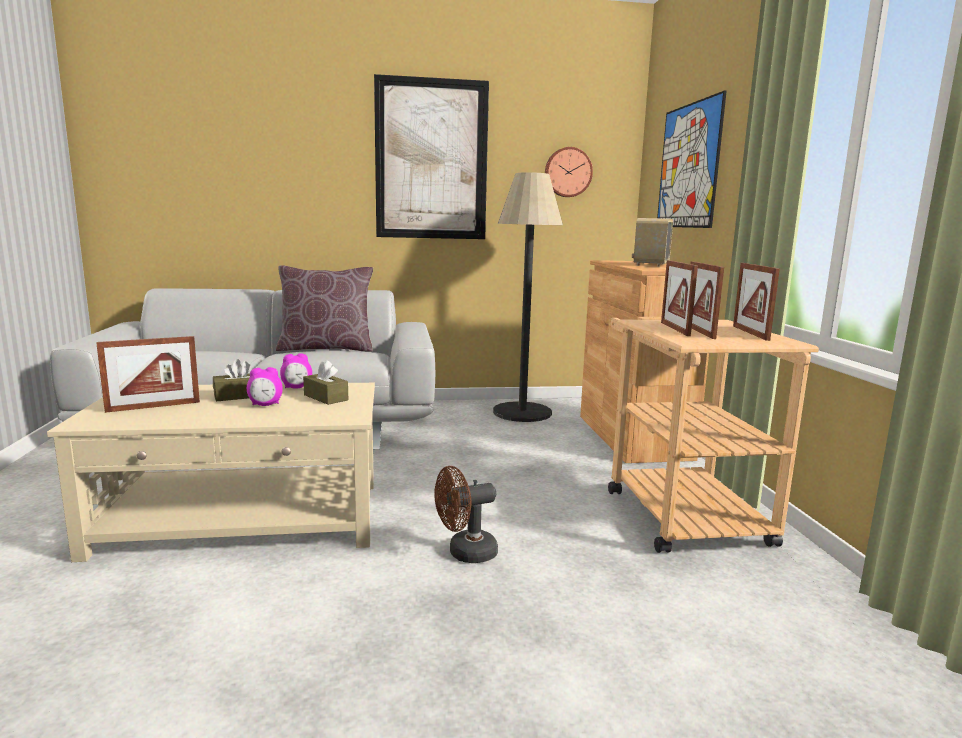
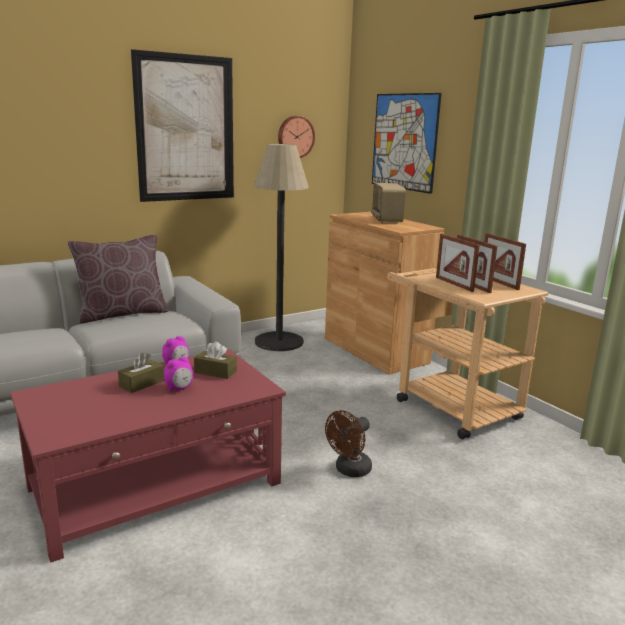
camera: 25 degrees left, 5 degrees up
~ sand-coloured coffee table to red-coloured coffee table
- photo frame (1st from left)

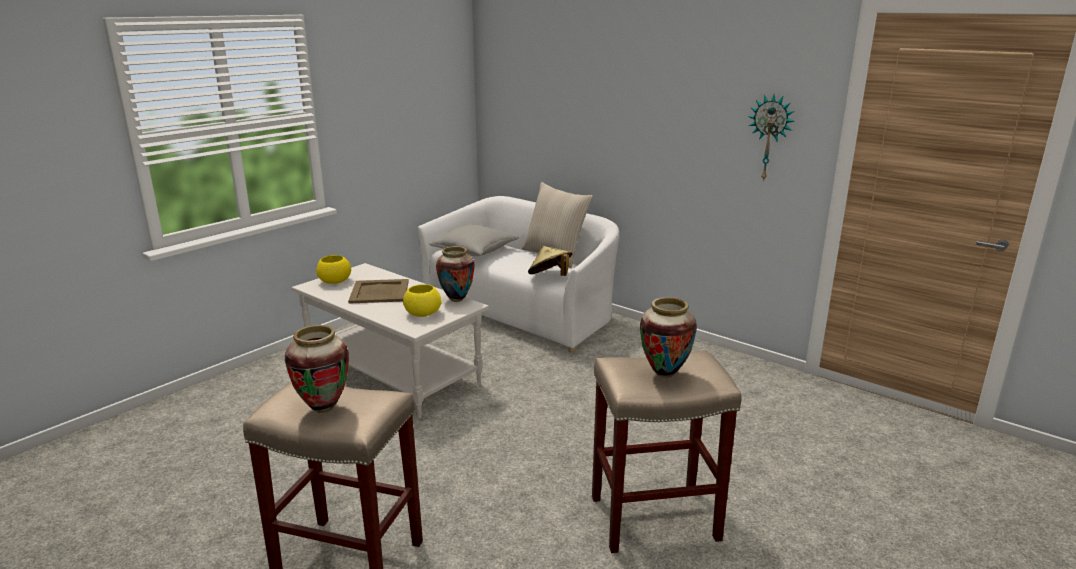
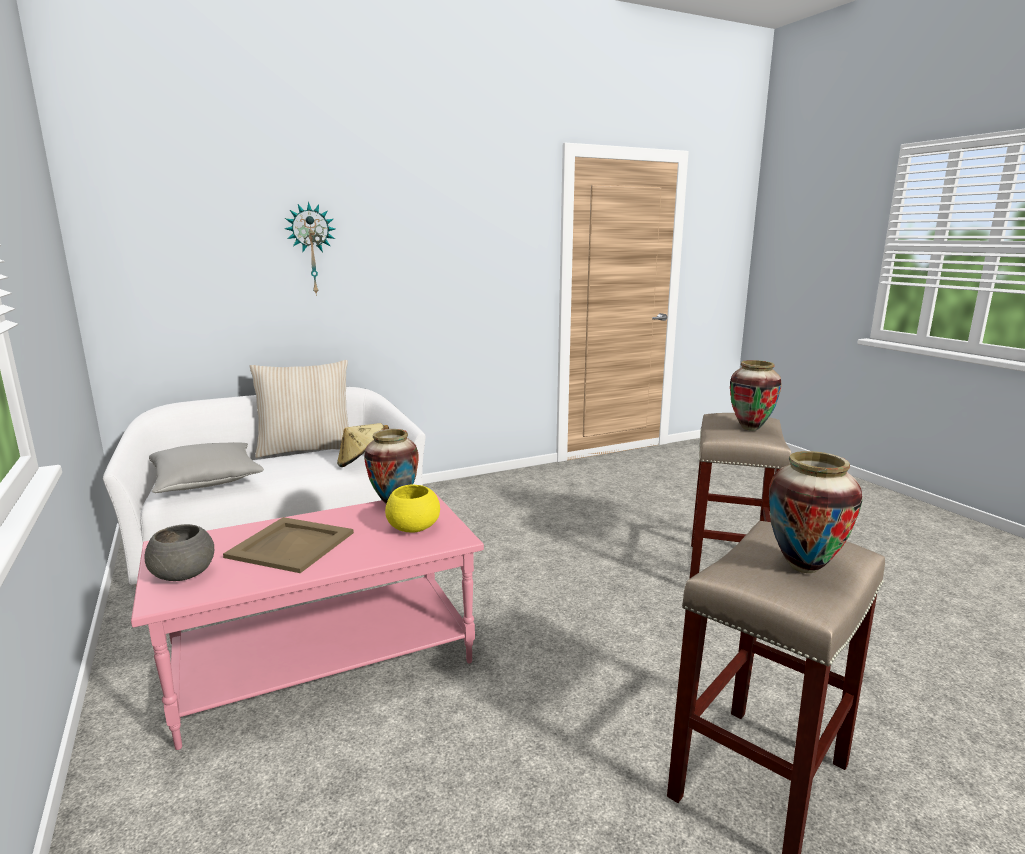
camera: 65 degrees left, 5 degrees down
~ white-coloured coffee table to pink-coloured coffee table
~ yellow serving bowl (1st from left) to greyish serving bowl
~ clock on the wall

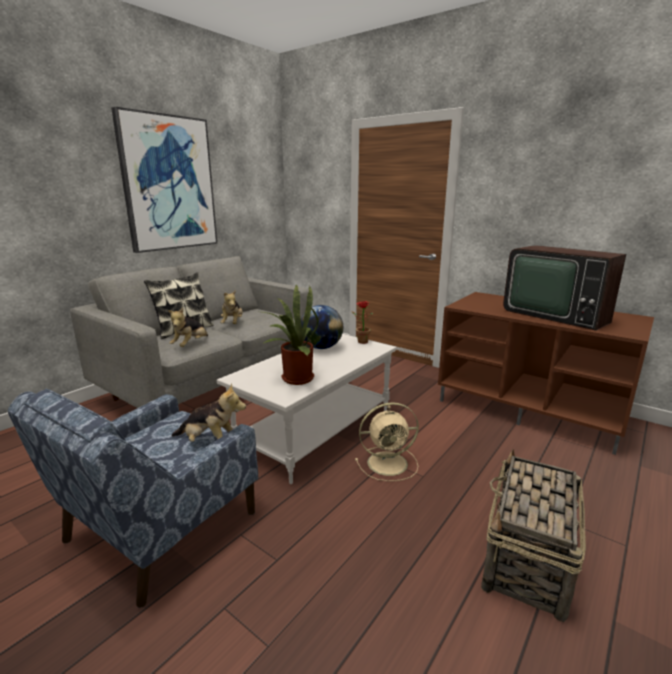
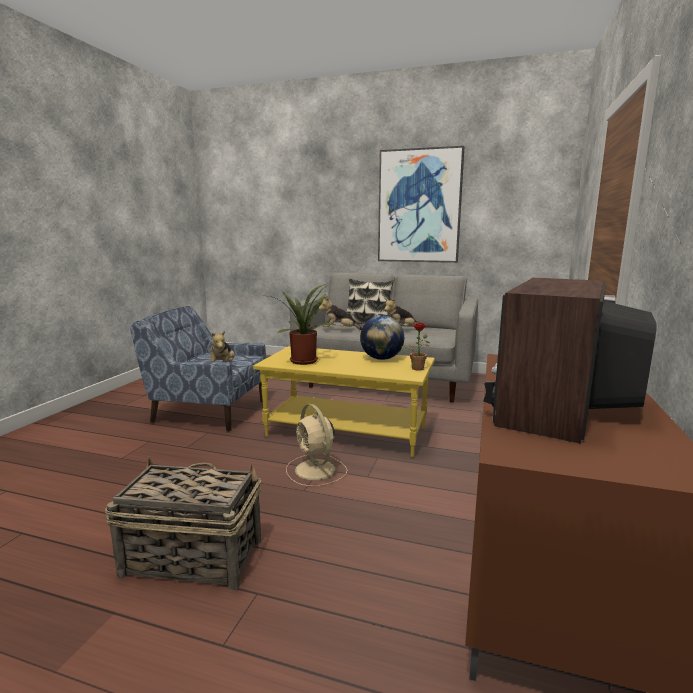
camera: 70 degrees right, 5 degrees down
~ white-coloured coffee table to yellow coffee table

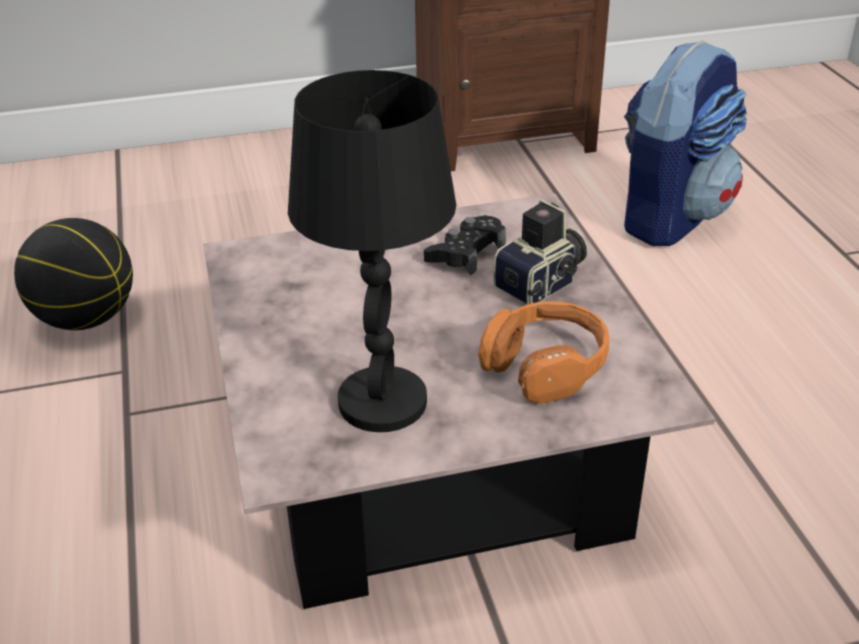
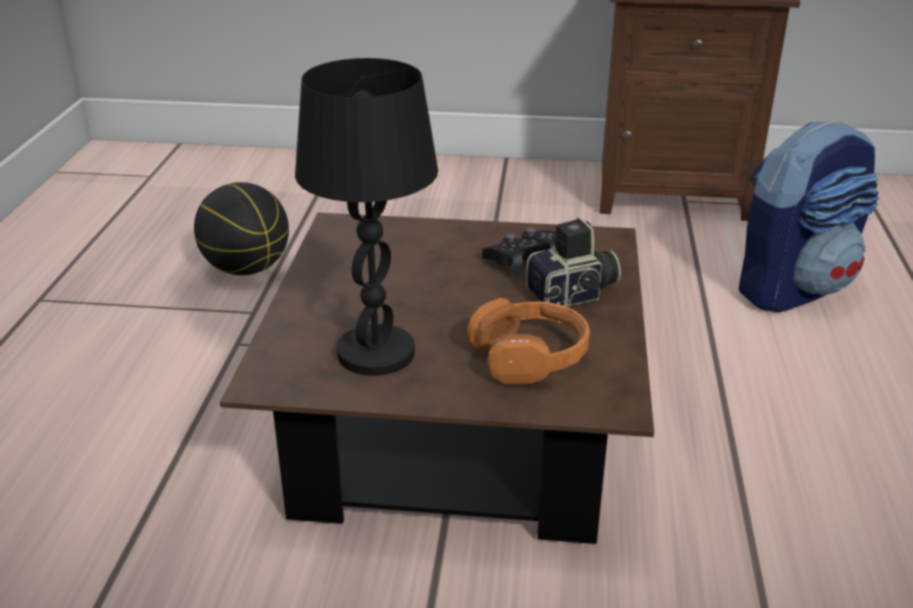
camera: 20 degrees right, 5 degrees down
~ pink-coloured coffee table to brown coffee table

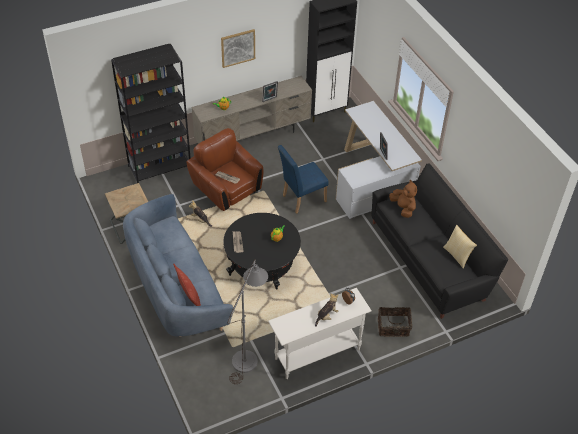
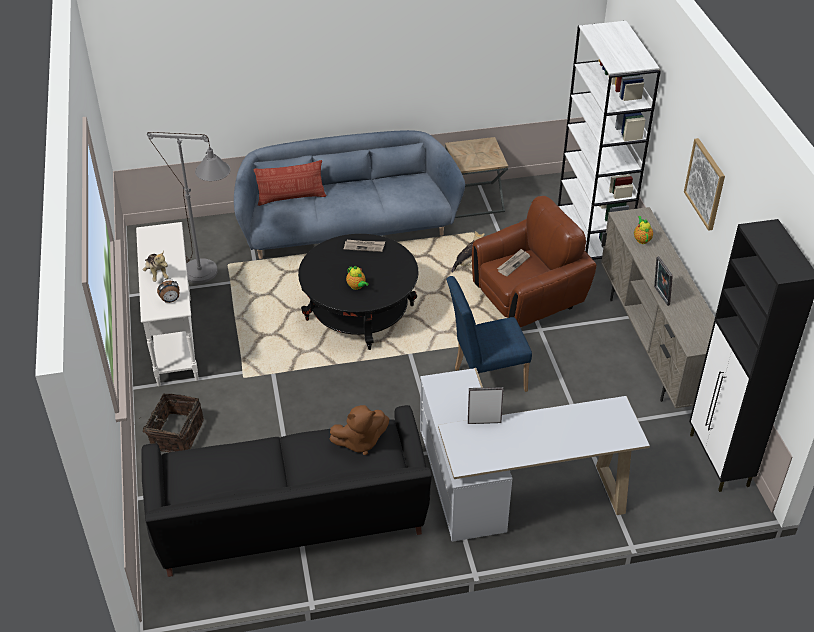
camera: 105 degrees right, 5 degrees down
~ black-coloured bookcase to white-coloured bookcase
~ blue-coloured upright chair 90 degrees counterclockwise
- throw pillow (2nd from left)

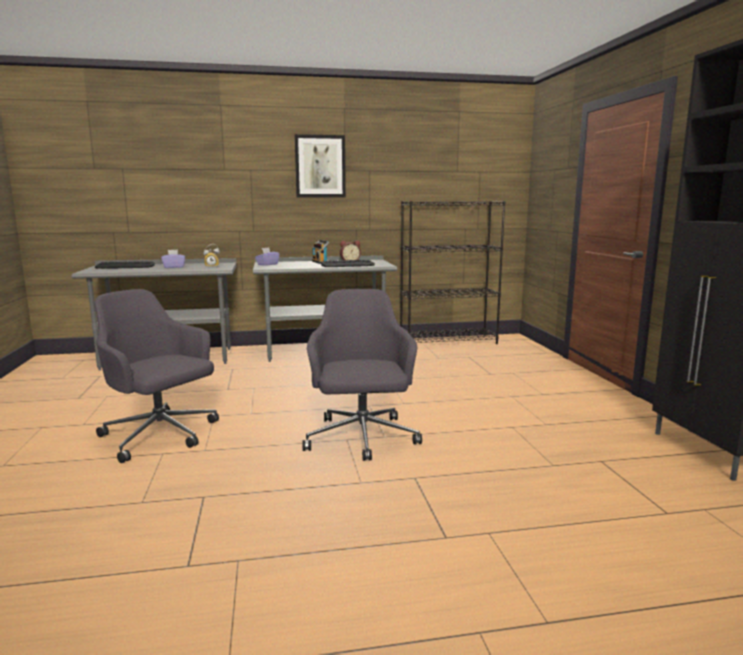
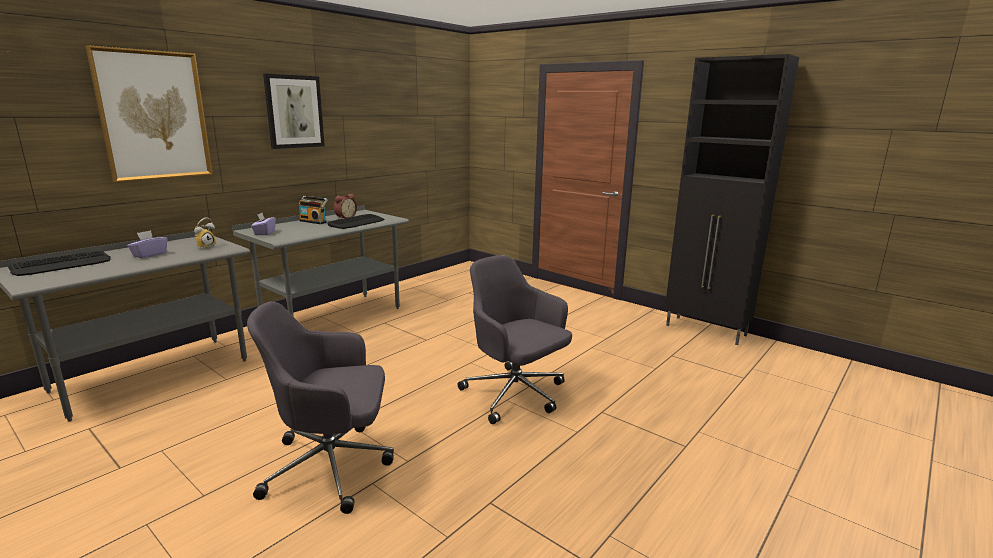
camera: 40 degrees left, 5 degrees up
- black-coloured bookcase
+ wall picture (1st from left)

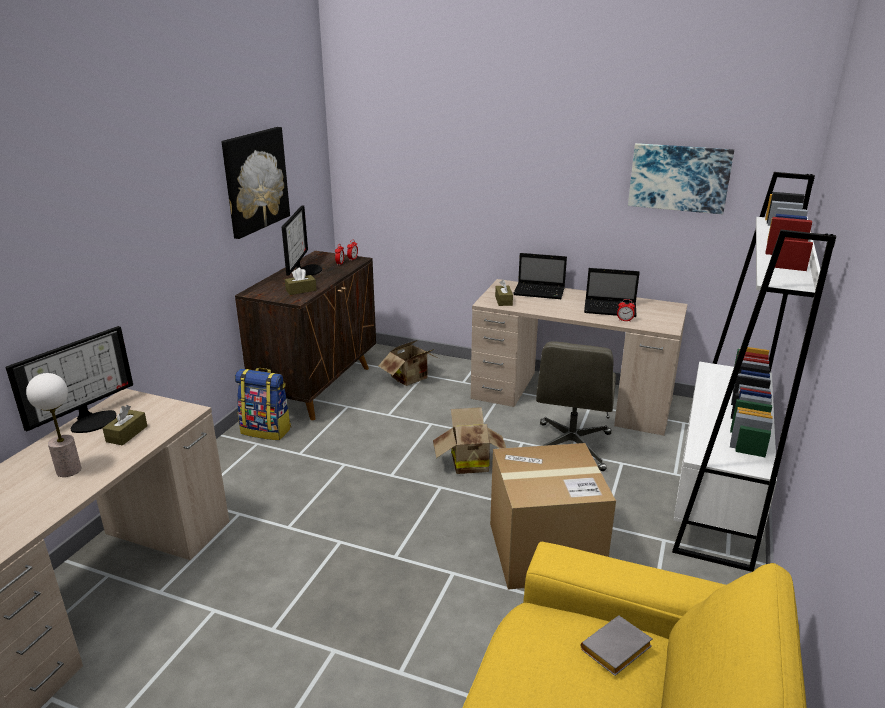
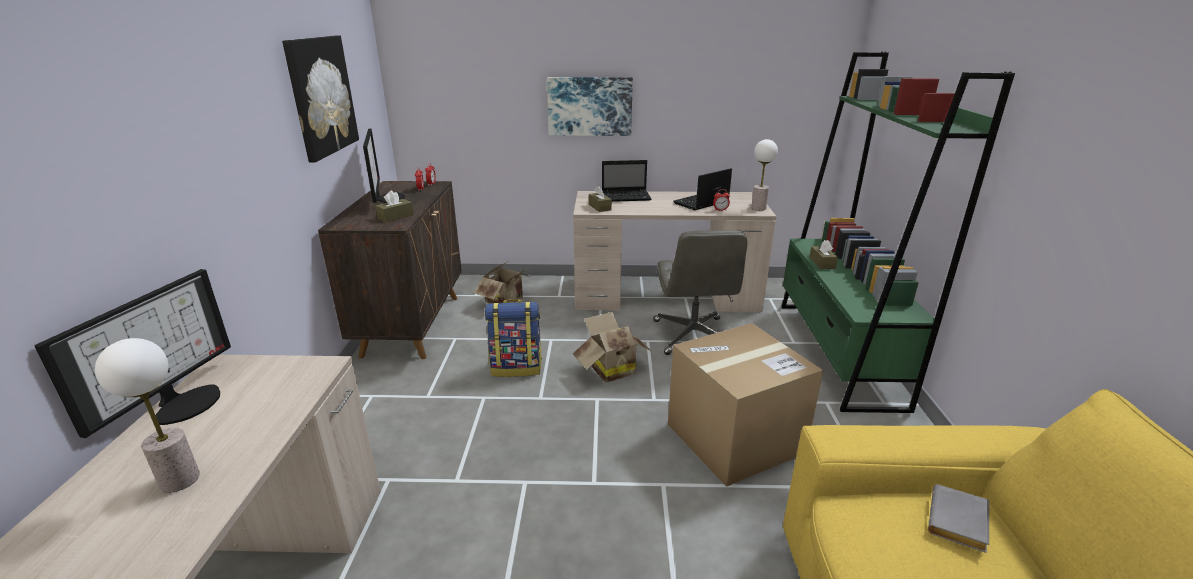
camera: 20 degrees left, 0 degrees up
~ brown box of tissues (1st from left in the first image) to brown box of tissues (3rd from left)
~ knapsack
~ notebook computer (2nd from left) 150 degrees clockwise
~ wall picture (2nd from left)
~ white-coloured bookcase to green bookcase
+ table lamp (2nd from left)

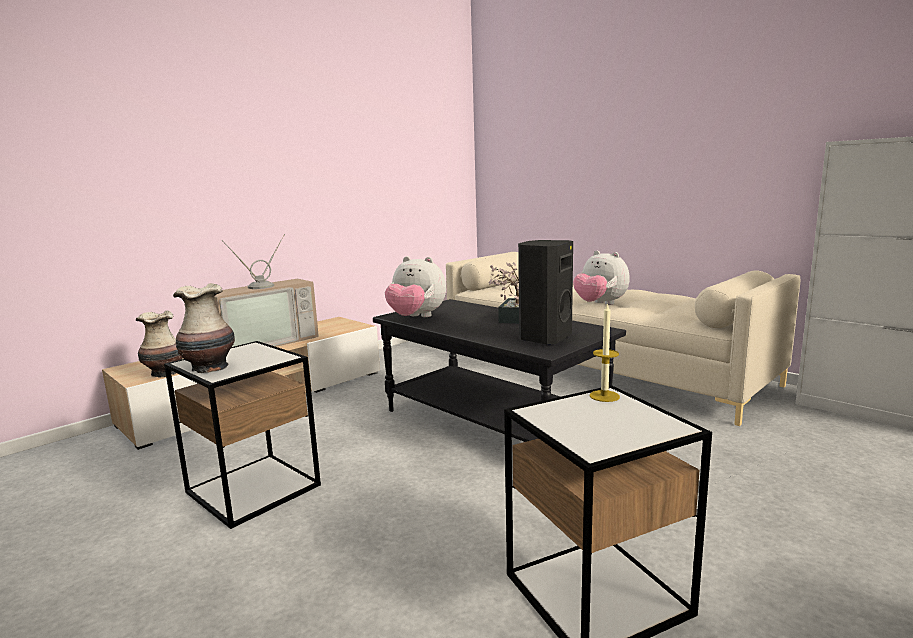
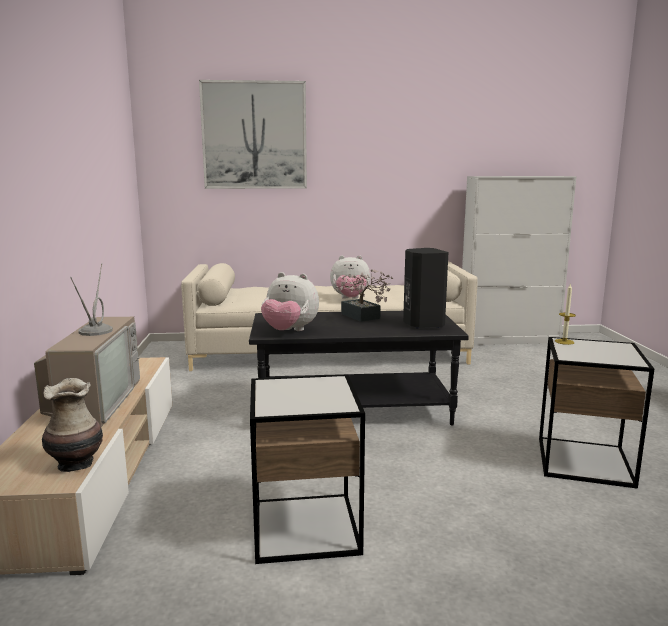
camera: 50 degrees left, 0 degrees up
- decorative vase (2nd from left)
~ plush toy (1st from left) 45 degrees clockwise
+ wall picture

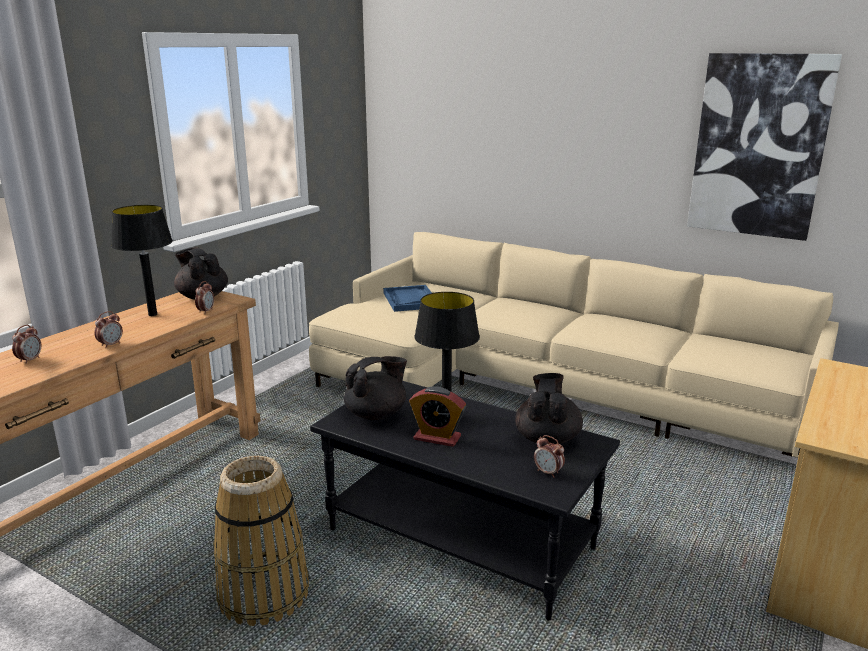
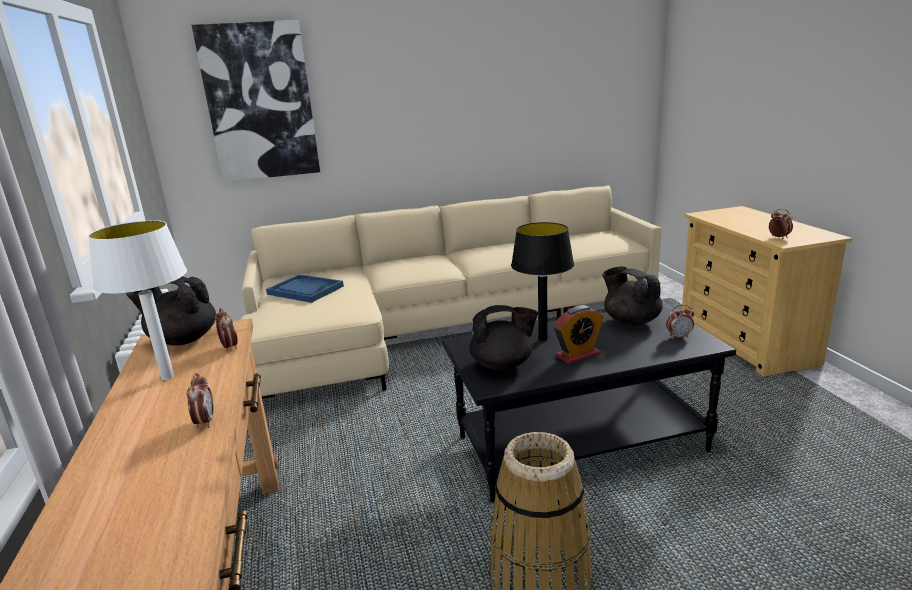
camera: 45 degrees left, 0 degrees up
~ table clock (1st from left in the first image) to table clock (5th from left)
~ black-coloured table lamp (1st from left) to white-coloured table lamp
~ black-coloured tea pot (2nd from left) 75 degrees clockwise
~ wall picture

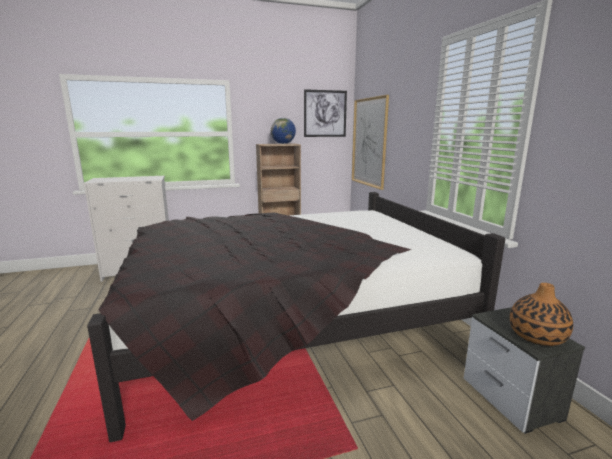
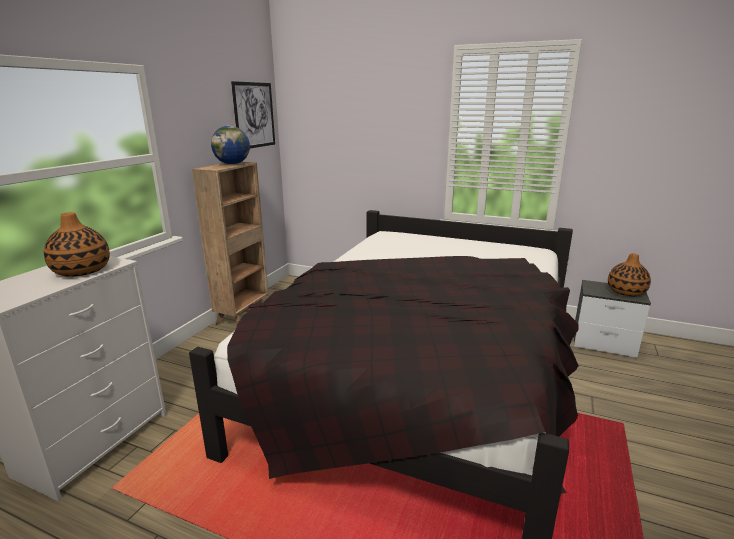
camera: 50 degrees left, 5 degrees up
- wall picture (2nd from left)
+ decorative vase (1st from left)

